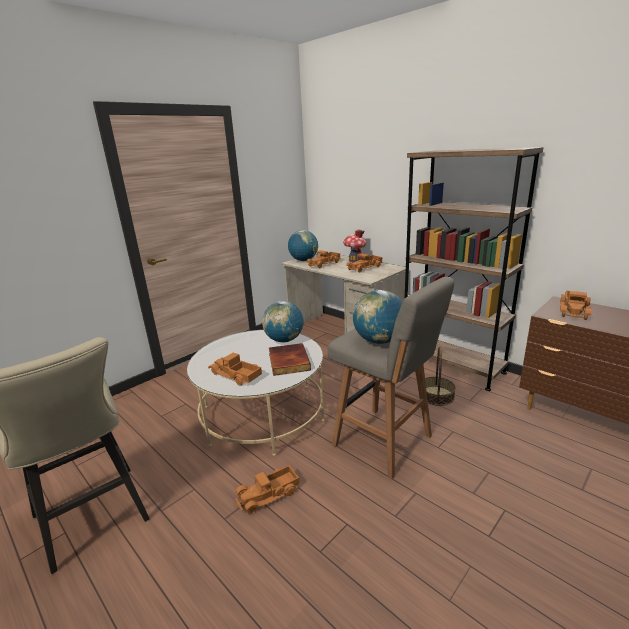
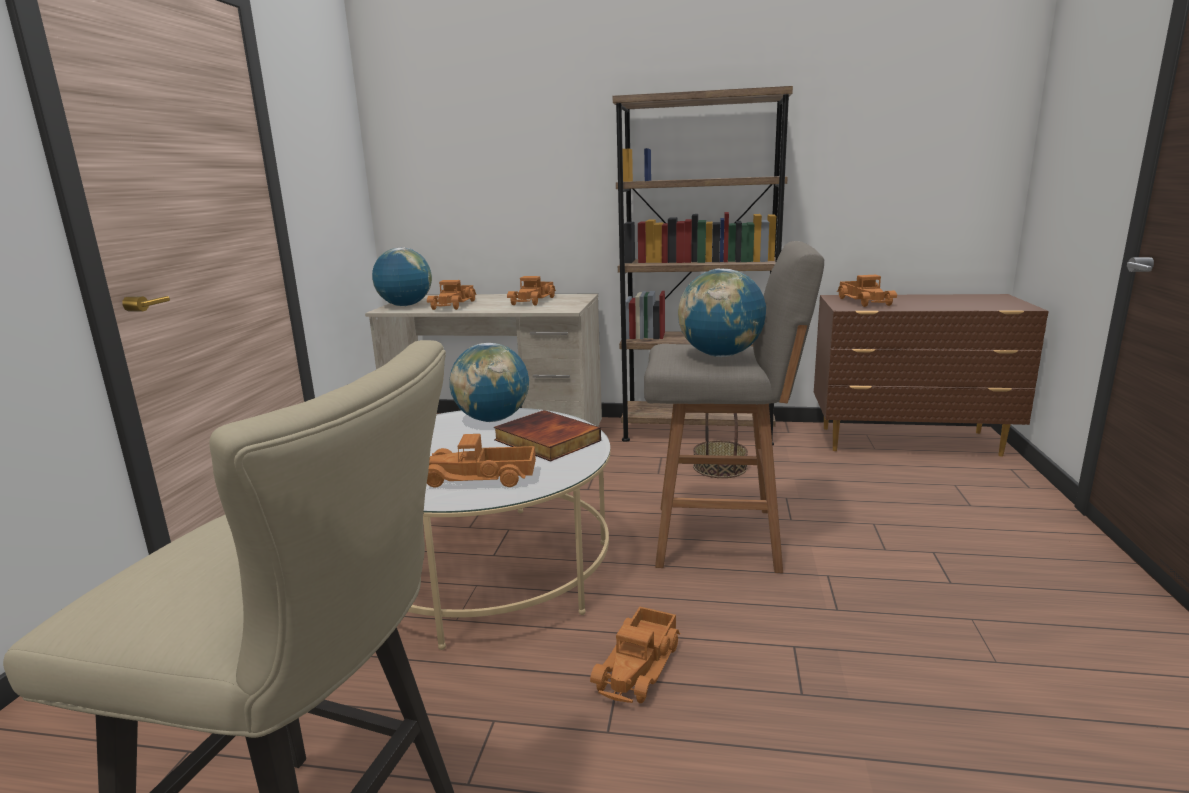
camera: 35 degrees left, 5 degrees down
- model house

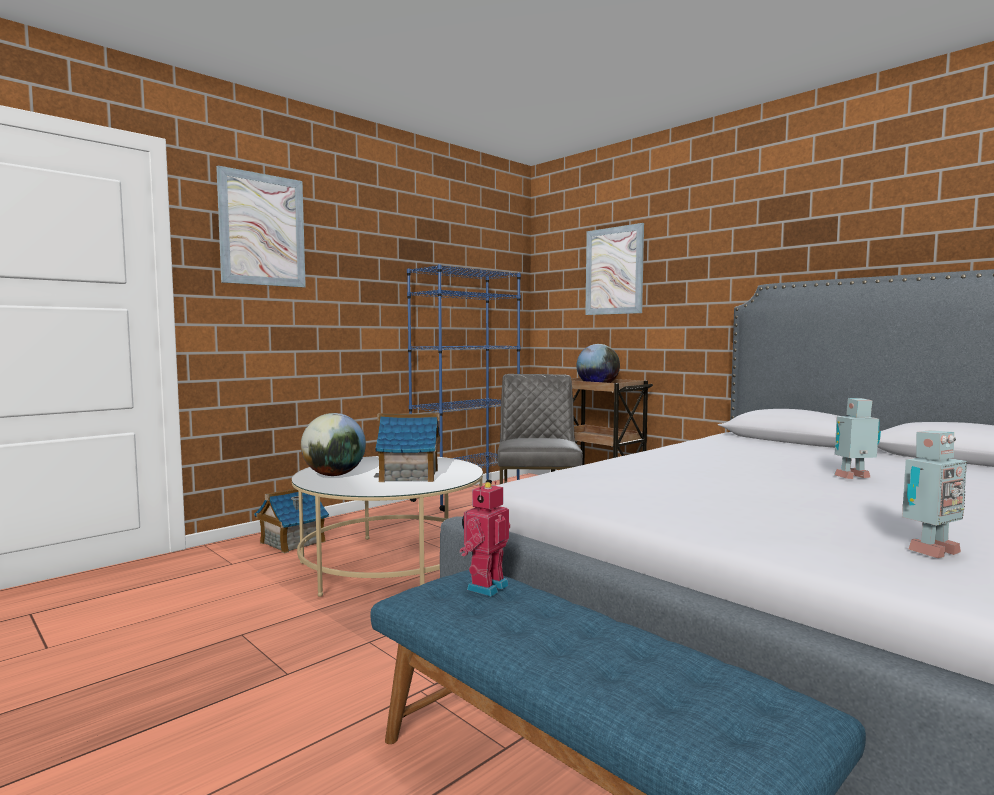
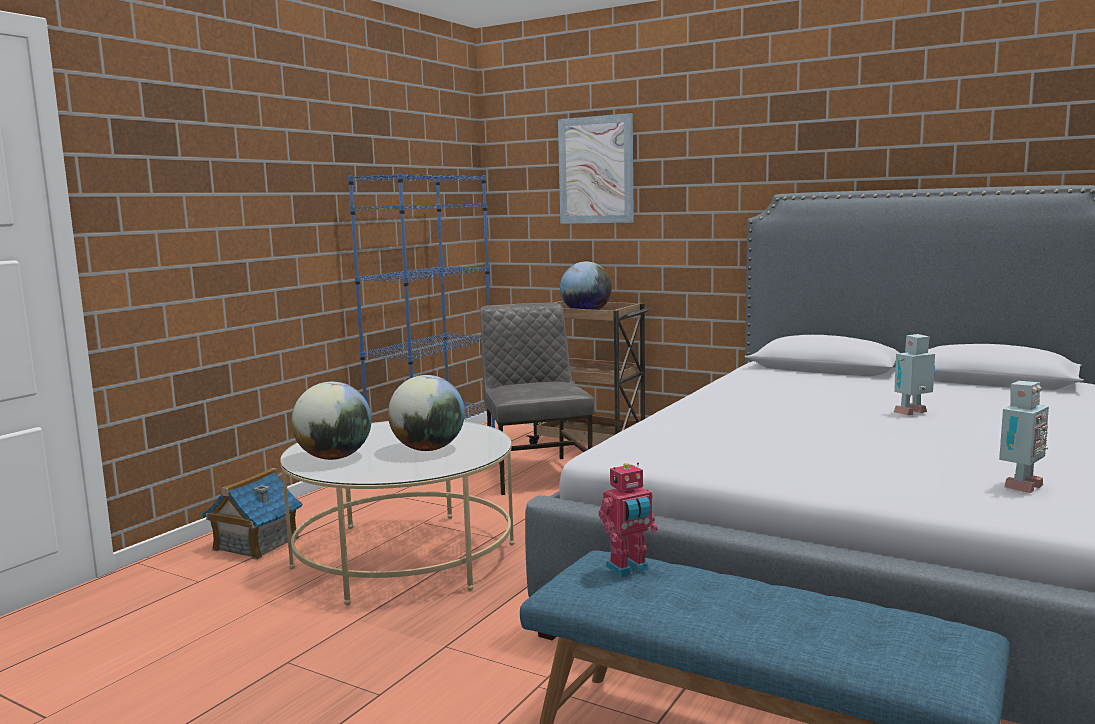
camera: 15 degrees left, 5 degrees up
- wall picture (1st from left)
~ model house (2nd from left) to desk globe (2nd from left)
~ model robot (1st from left) 135 degrees counterclockwise

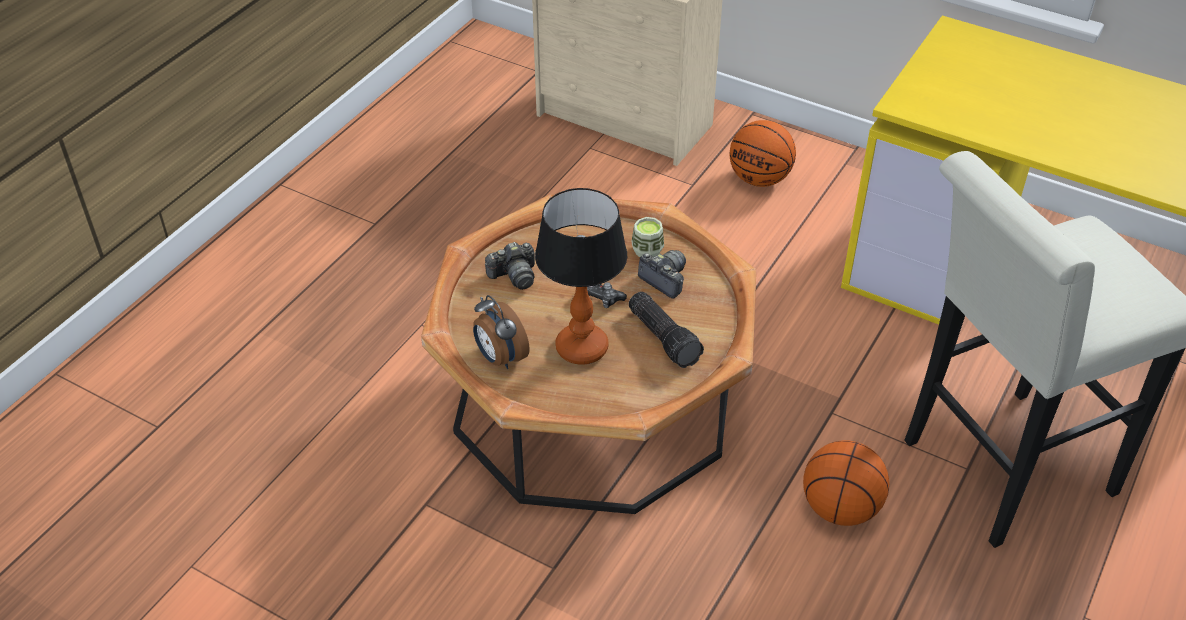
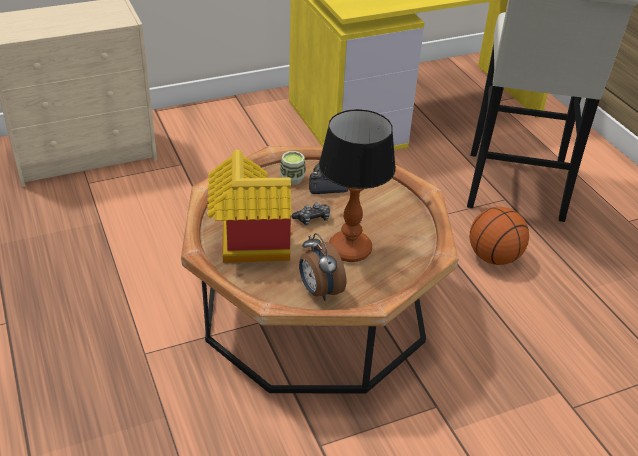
camera: 55 degrees left, 5 degrees down
~ table clock 60 degrees clockwise
~ still camera (1st from left) to model house
- hand torch
- ball for basketball (1st from left)

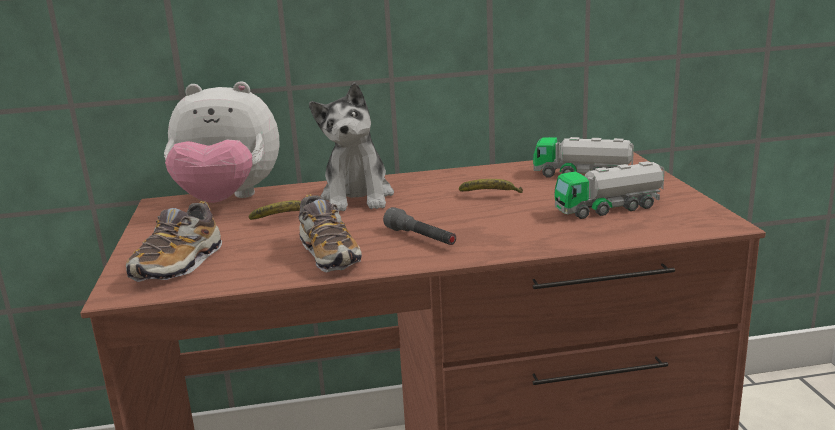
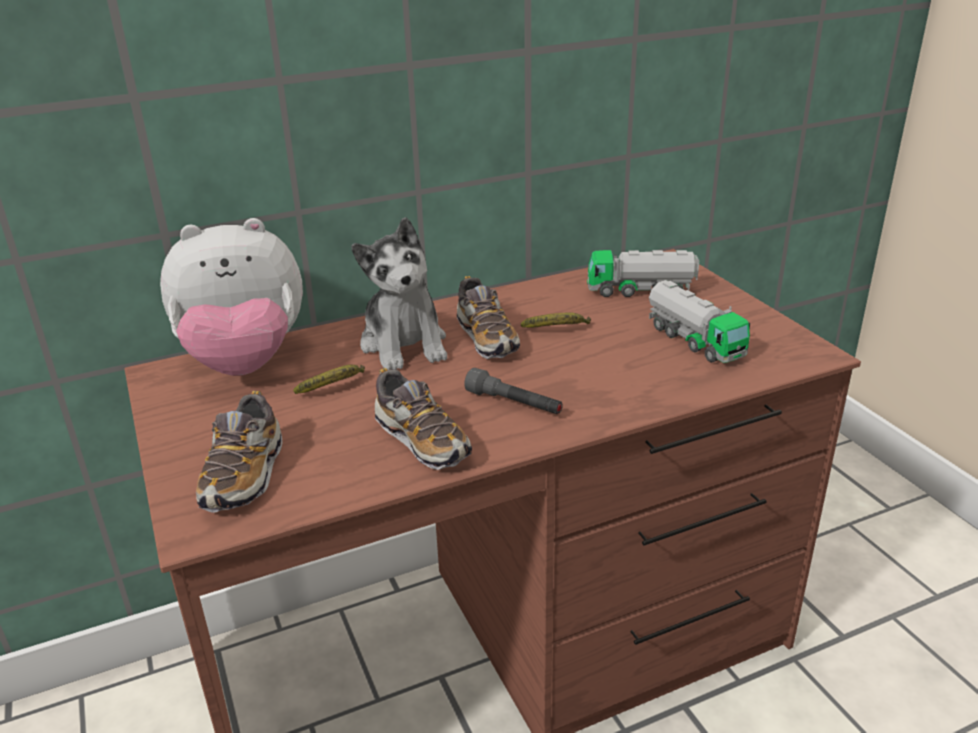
camera: 15 degrees left, 10 degrees up
~ toy lorry (2nd from left) 90 degrees counterclockwise
+ shoe (3rd from left)

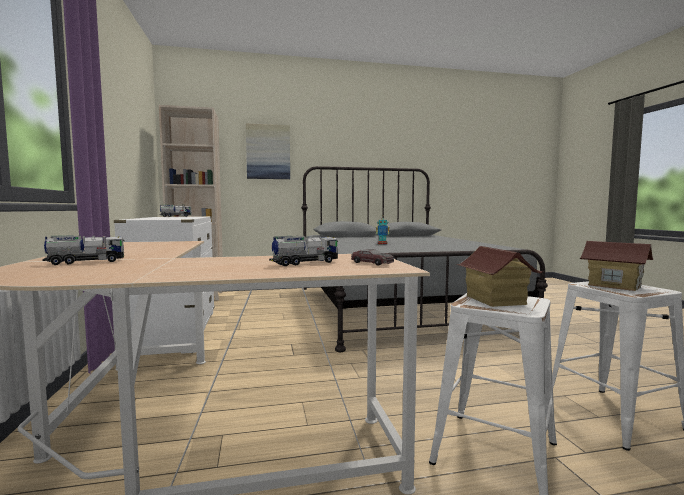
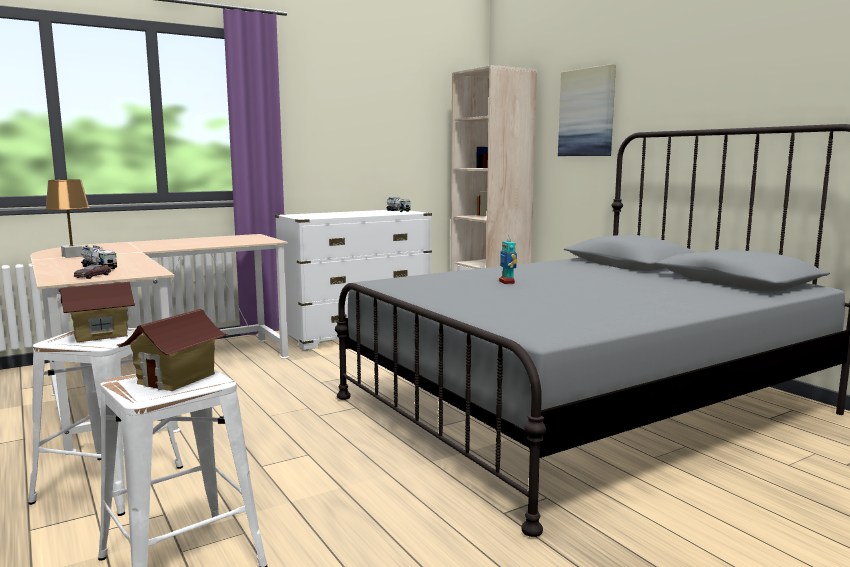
camera: 70 degrees right, 5 degrees up
- toy lorry (1st from left)
+ brown table lamp

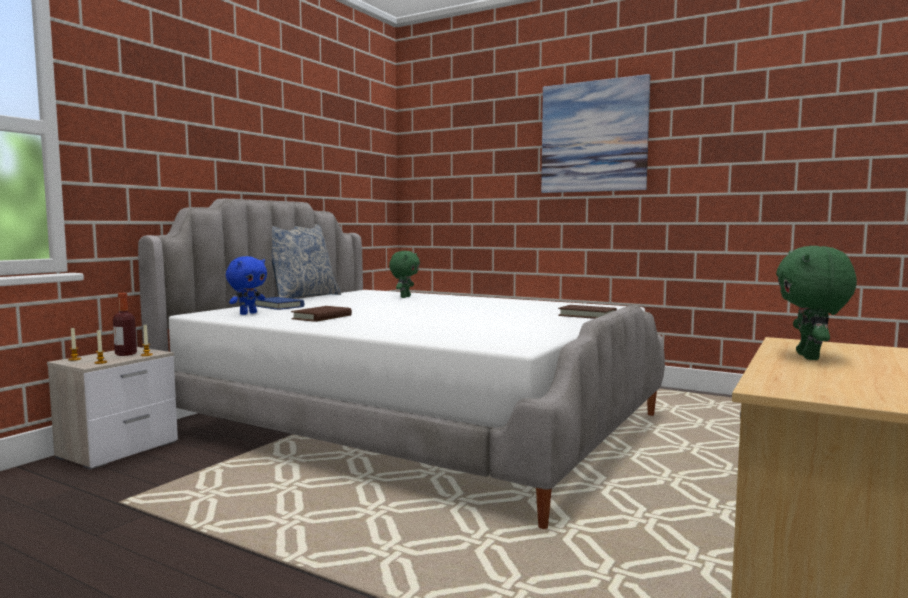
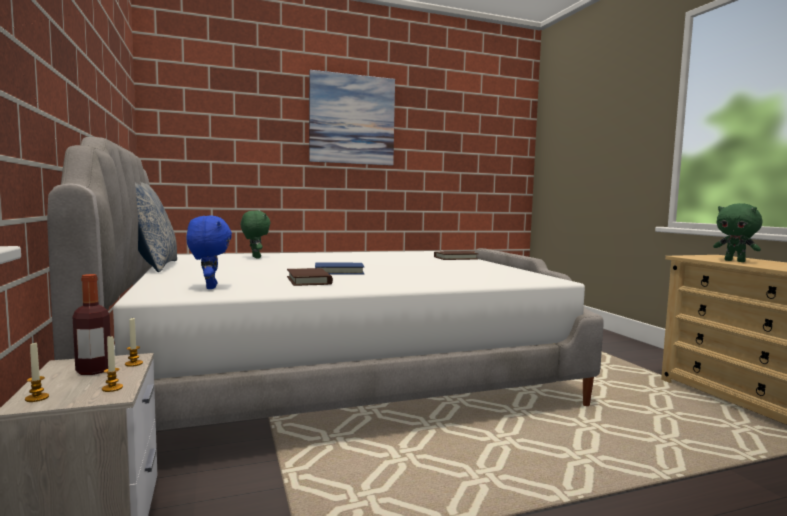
camera: 50 degrees left, 0 degrees up
~ blue-coloured book

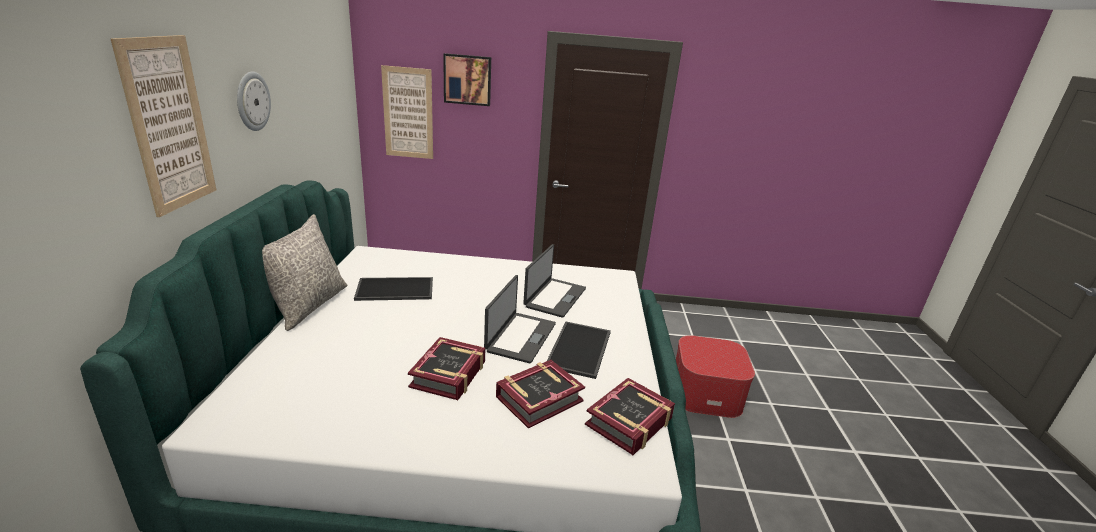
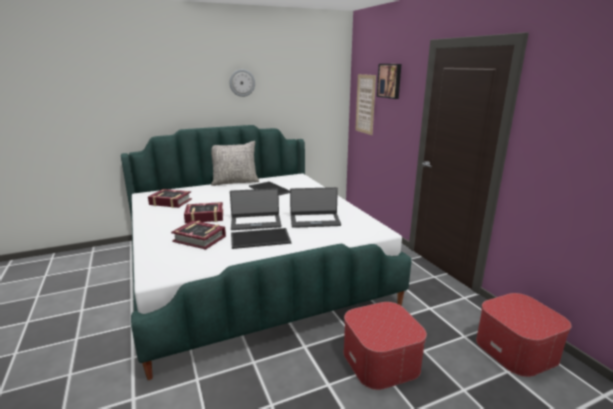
camera: 65 degrees right, 5 degrees down
- wall picture (1st from left)
~ book (3rd from left in the first image) to book (1st from left)
+ footrest (2nd from left)

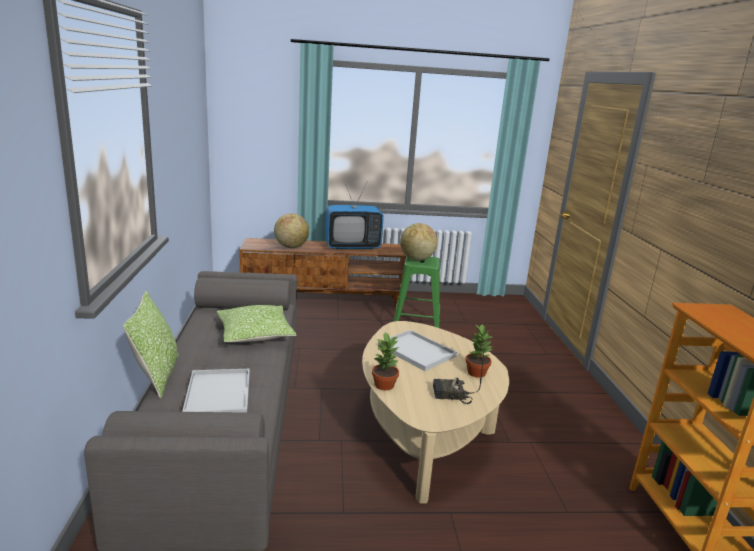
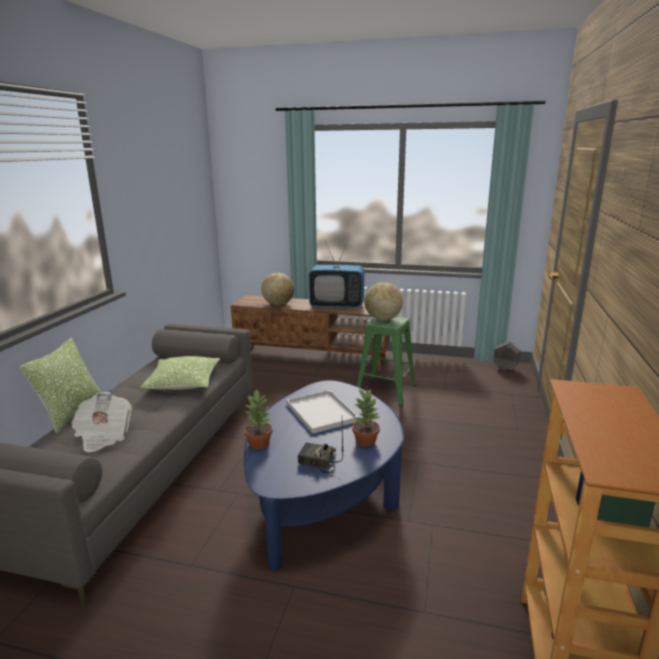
camera: 20 degrees right, 0 degrees up
~ white-coloured tray (1st from left) to newspaper
~ sand-coloured coffee table to blue-coloured coffee table
+ greyish planter

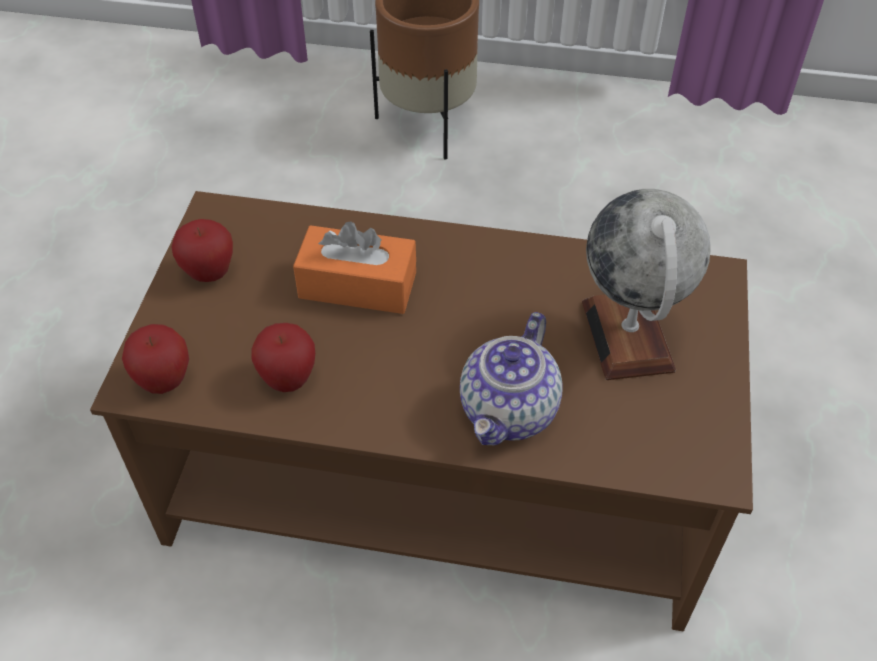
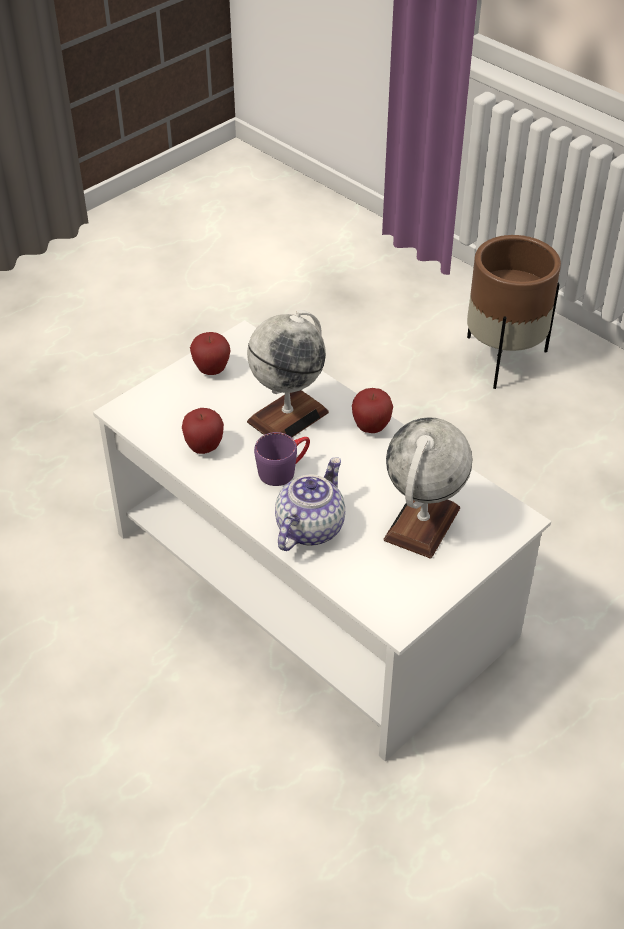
camera: 35 degrees right, 5 degrees down
~ brown coffee table to white-coloured coffee table
~ apple fruit (1st from left in the first image) to apple fruit (3rd from left)
~ orange box of tissues to desk globe (1st from left)
~ tea pot 150 degrees clockwise
+ purple tea mug

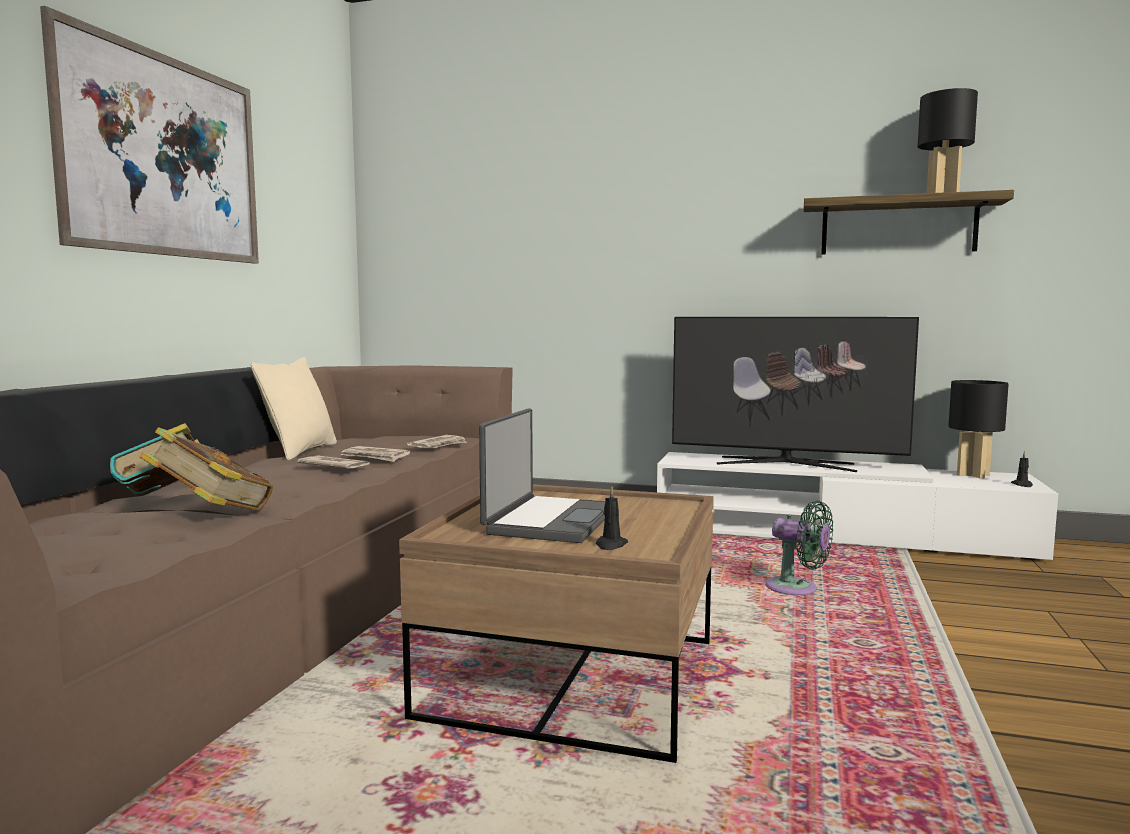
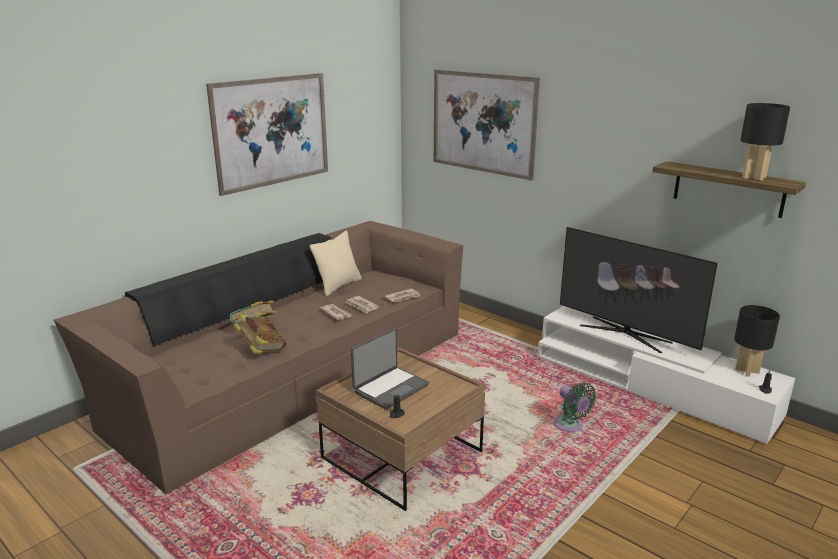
camera: 25 degrees right, 15 degrees up
+ wall picture (2nd from left)

